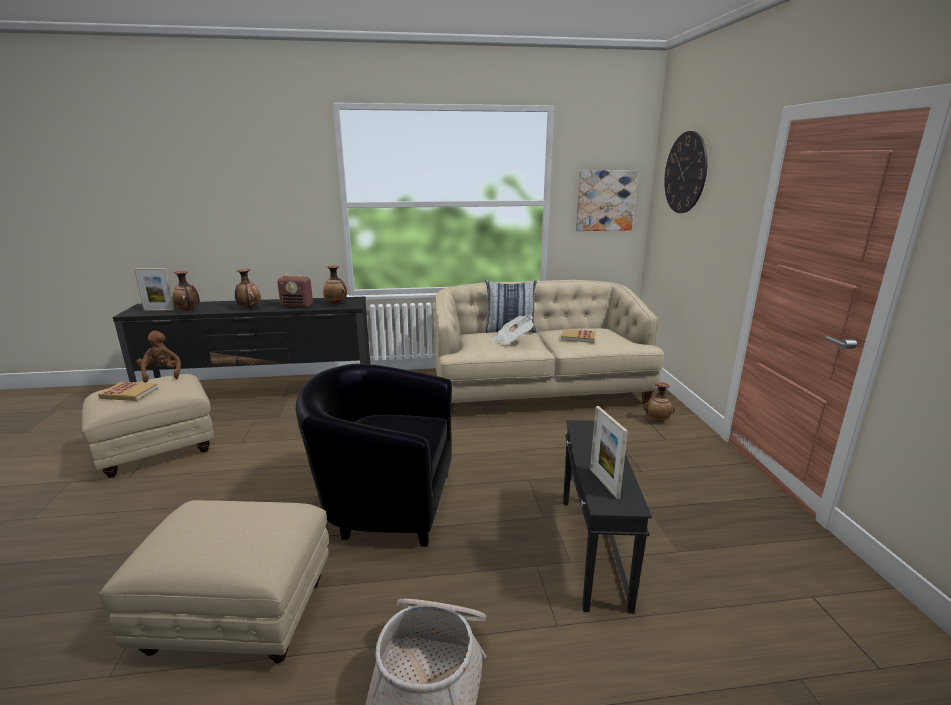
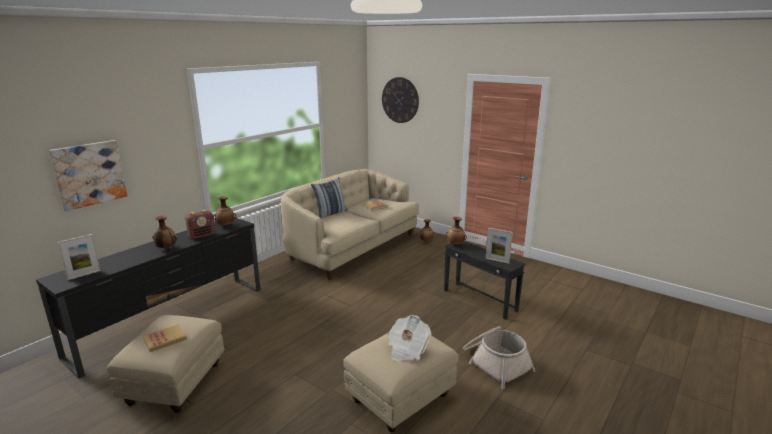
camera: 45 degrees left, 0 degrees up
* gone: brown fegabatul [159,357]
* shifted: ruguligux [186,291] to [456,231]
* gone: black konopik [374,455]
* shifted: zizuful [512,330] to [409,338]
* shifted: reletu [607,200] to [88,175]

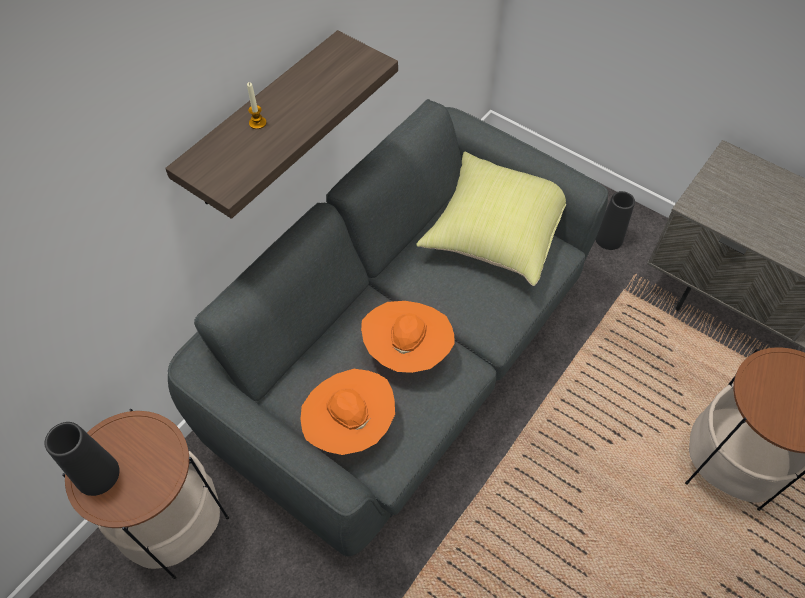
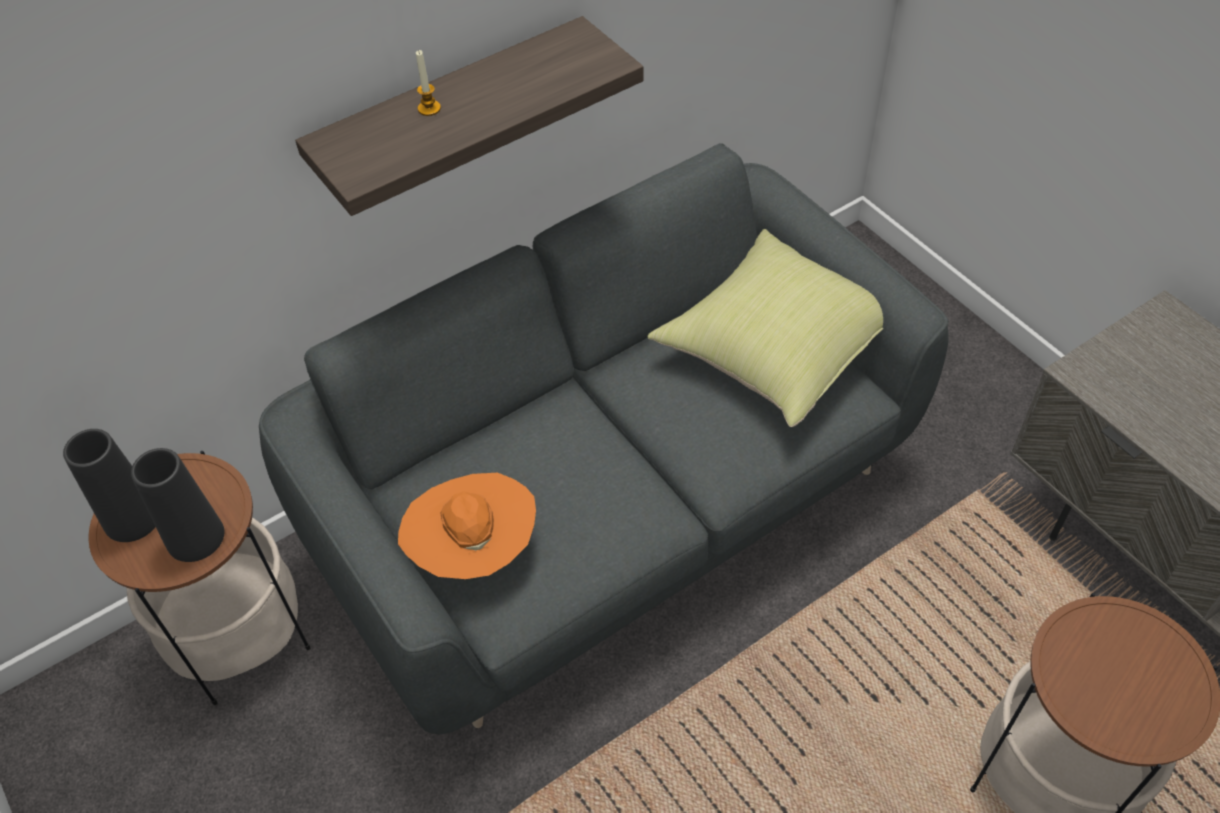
camera: 20 degrees right, 5 degrees down
* gone: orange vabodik [407,337]
* shifted: black ruguligux [615,220] to [177,505]

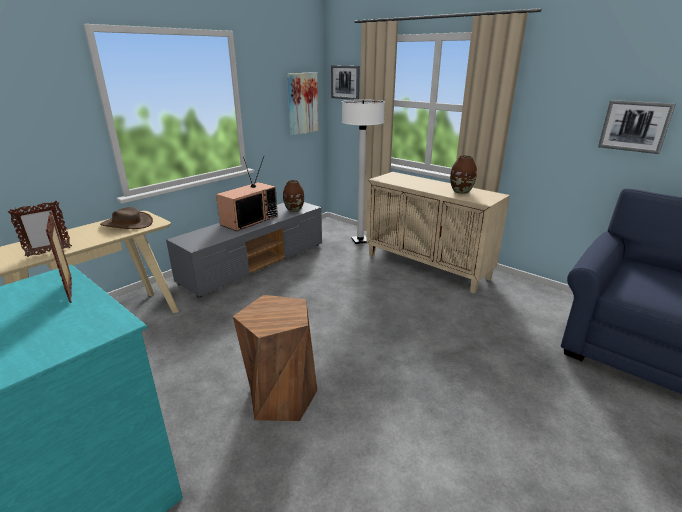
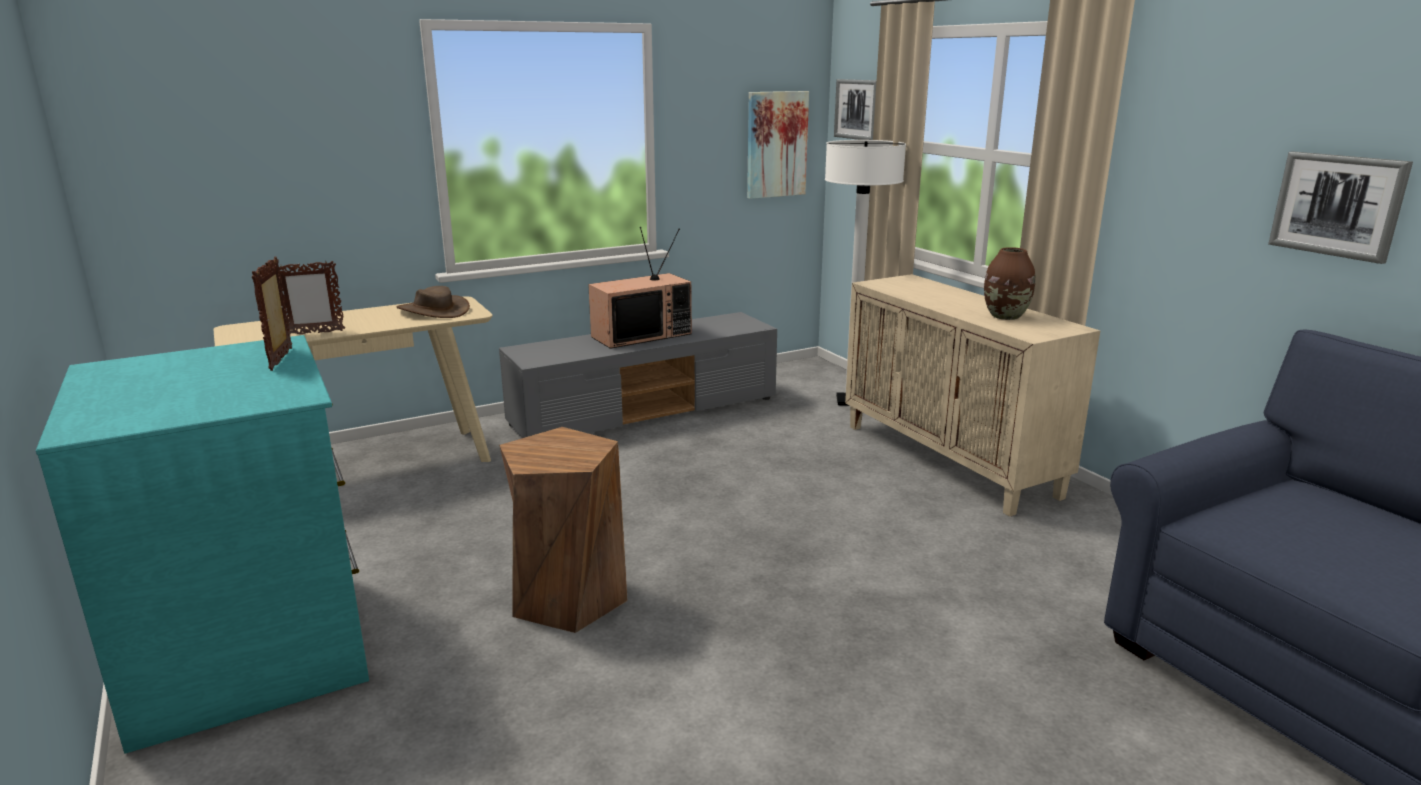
camera: 20 degrees right, 5 degrees down
* gone: brown ruguligux [293,196]

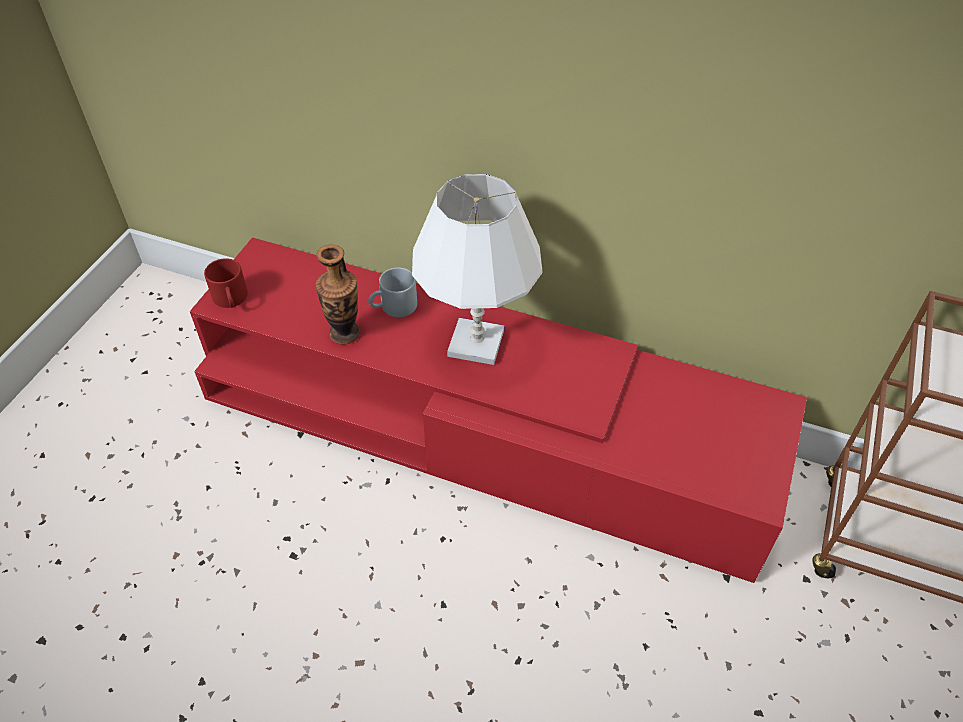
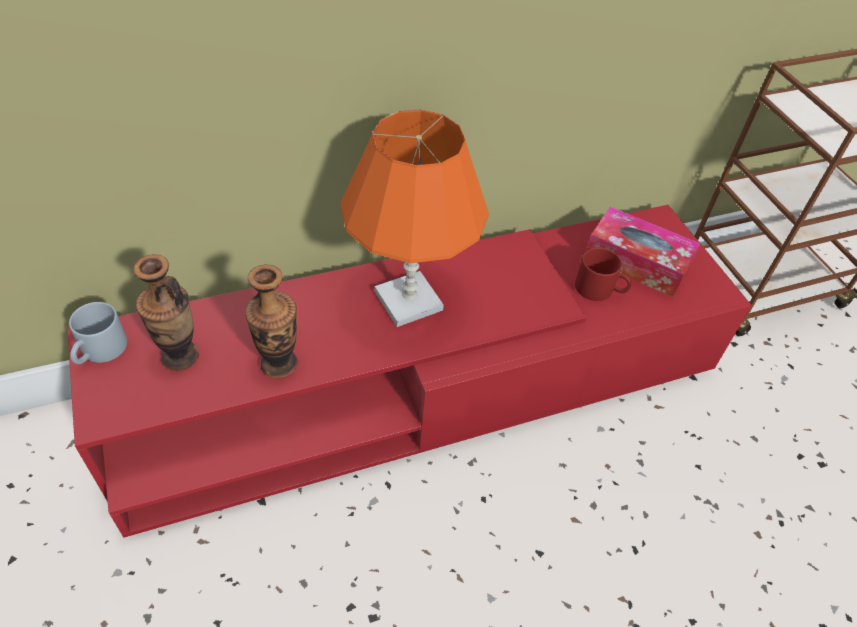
camera: 45 degrees left, 0 degrees up
* shifted: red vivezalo [226,283] to [603,274]
* shifted: grey vivezalo [392,292] to [98,333]
* repainted: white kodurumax [477,269] to orange kodurumax [414,218]
* new: ruguligux [166,312]
* new: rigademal [643,252]

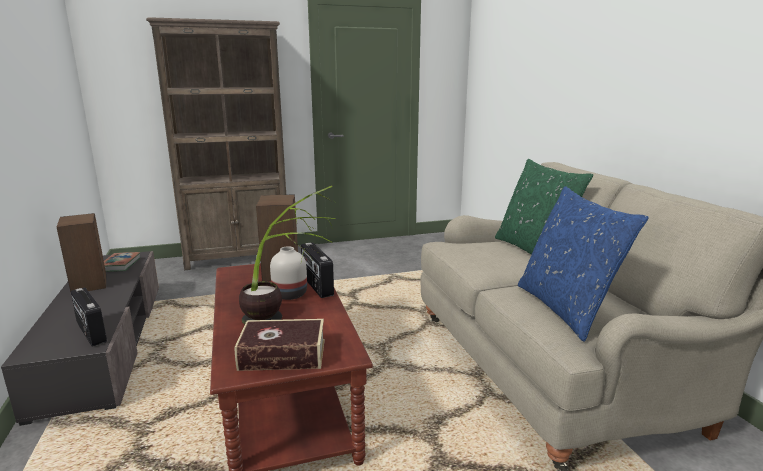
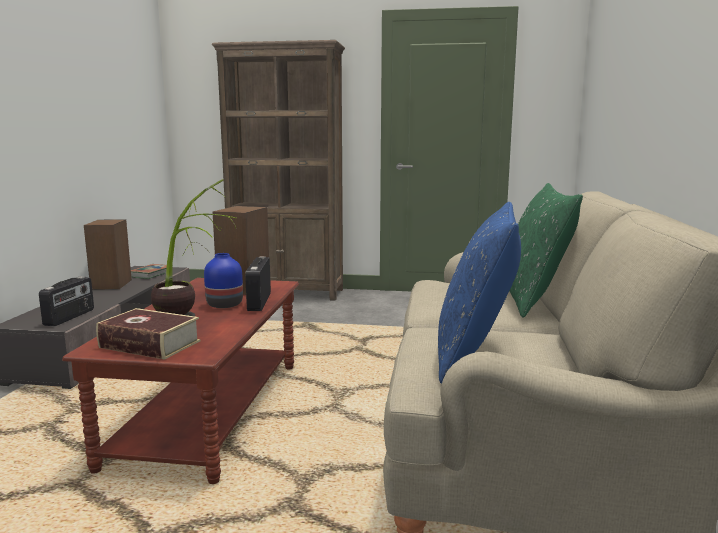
camera: 25 degrees right, 5 degrees down
* rotated: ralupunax [89,317] = [66,301] 150 degrees counterclockwise
* repainted: white ruguligux [288,273] to blue ruguligux [223,280]

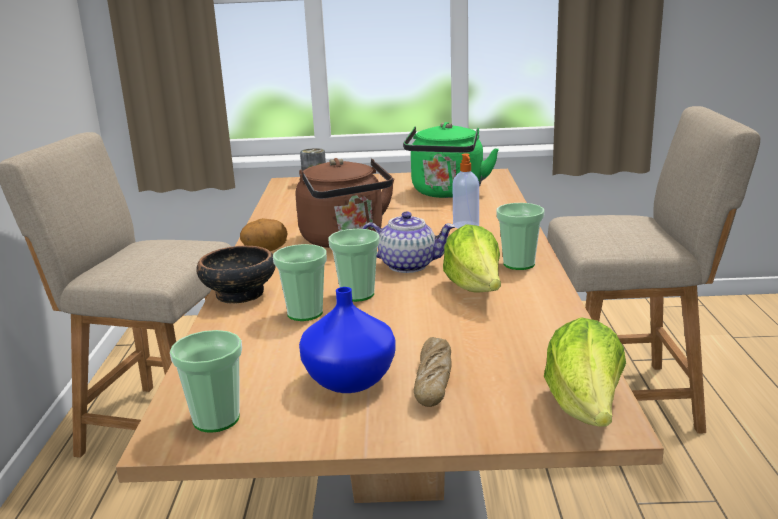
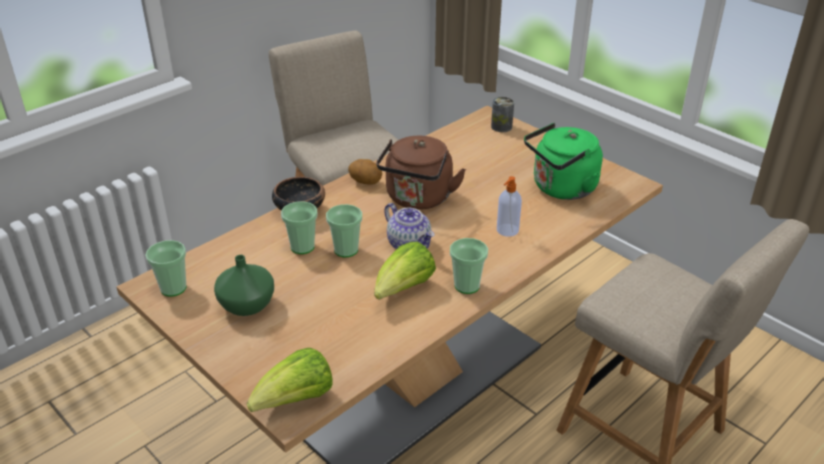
camera: 45 degrees right, 15 degrees up
* repainted: blue ruguligux [347,340] to green ruguligux [244,285]
* gone: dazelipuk [432,372]

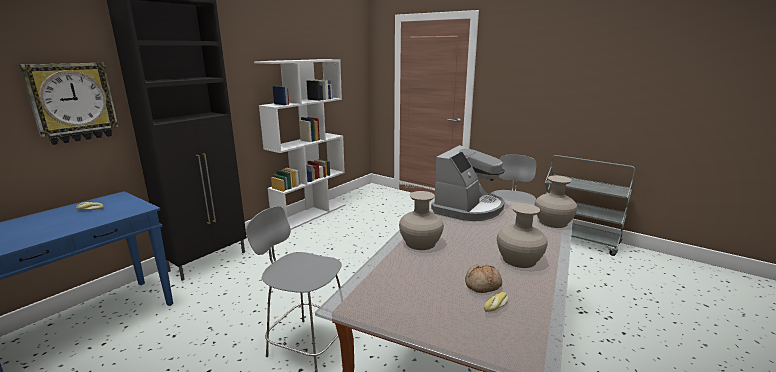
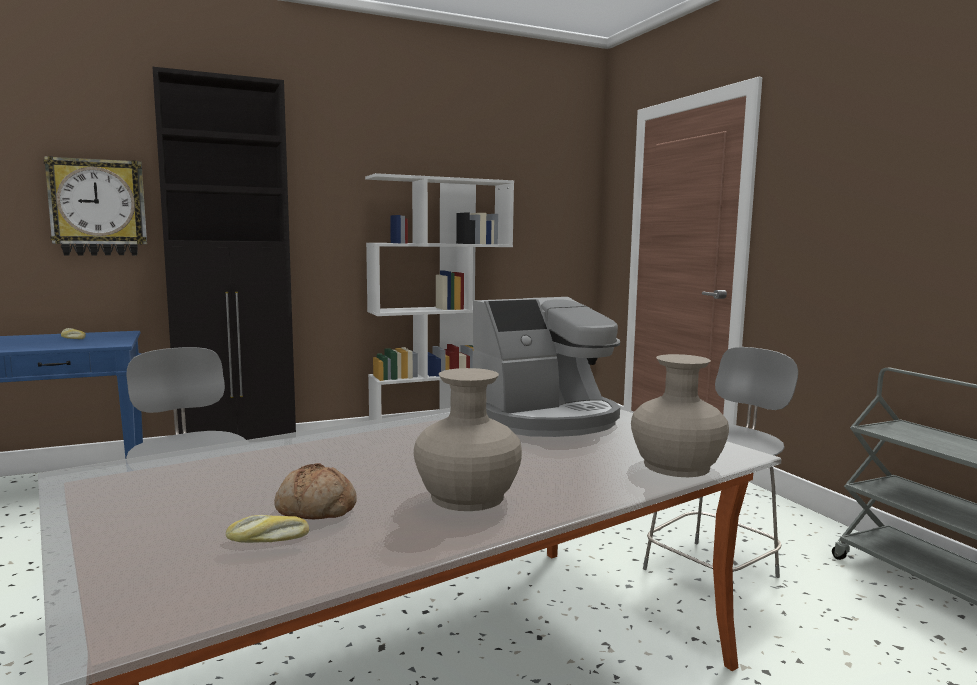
camera: 30 degrees right, 10 degrees down
* gone: beige ruguligux [421,220]

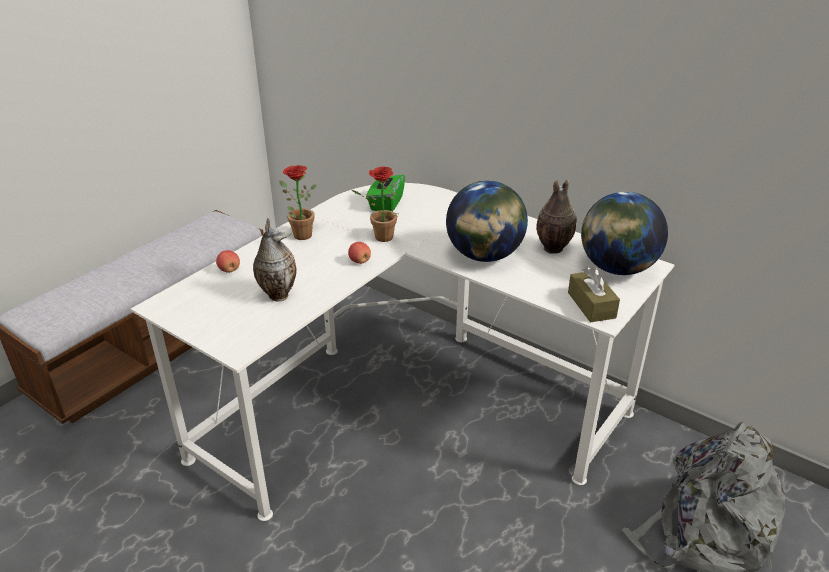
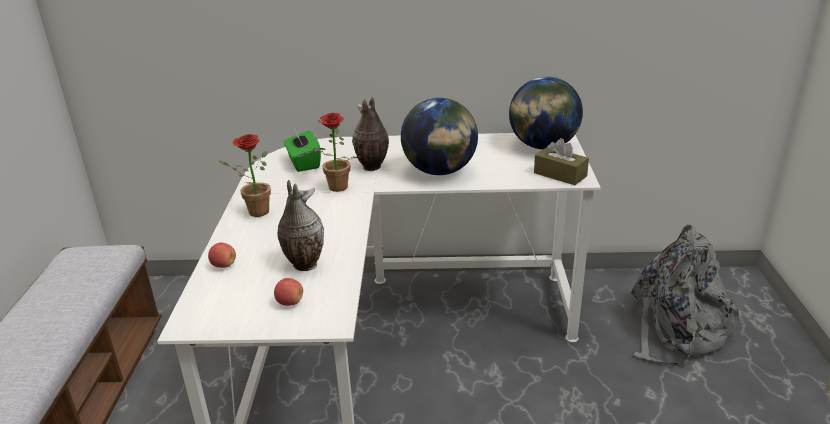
camera: 35 degrees left, 5 degrees down
* shifted: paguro [359,253] to [288,292]
* shifted: ruguligux [556,216] to [370,134]

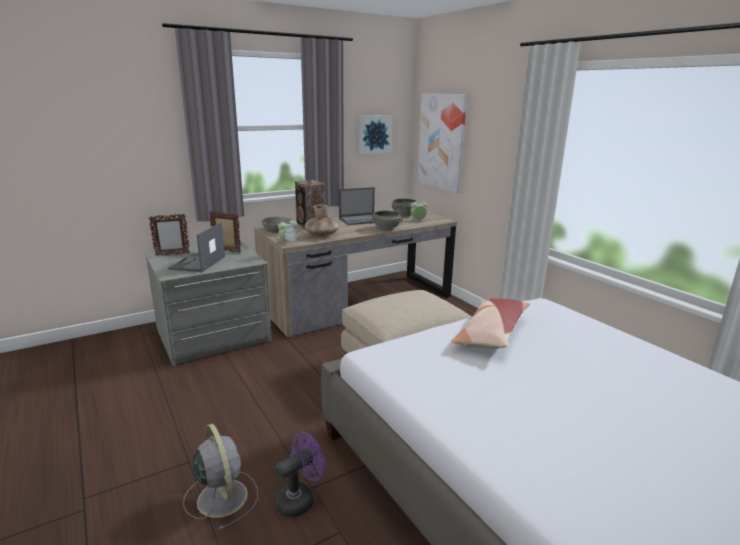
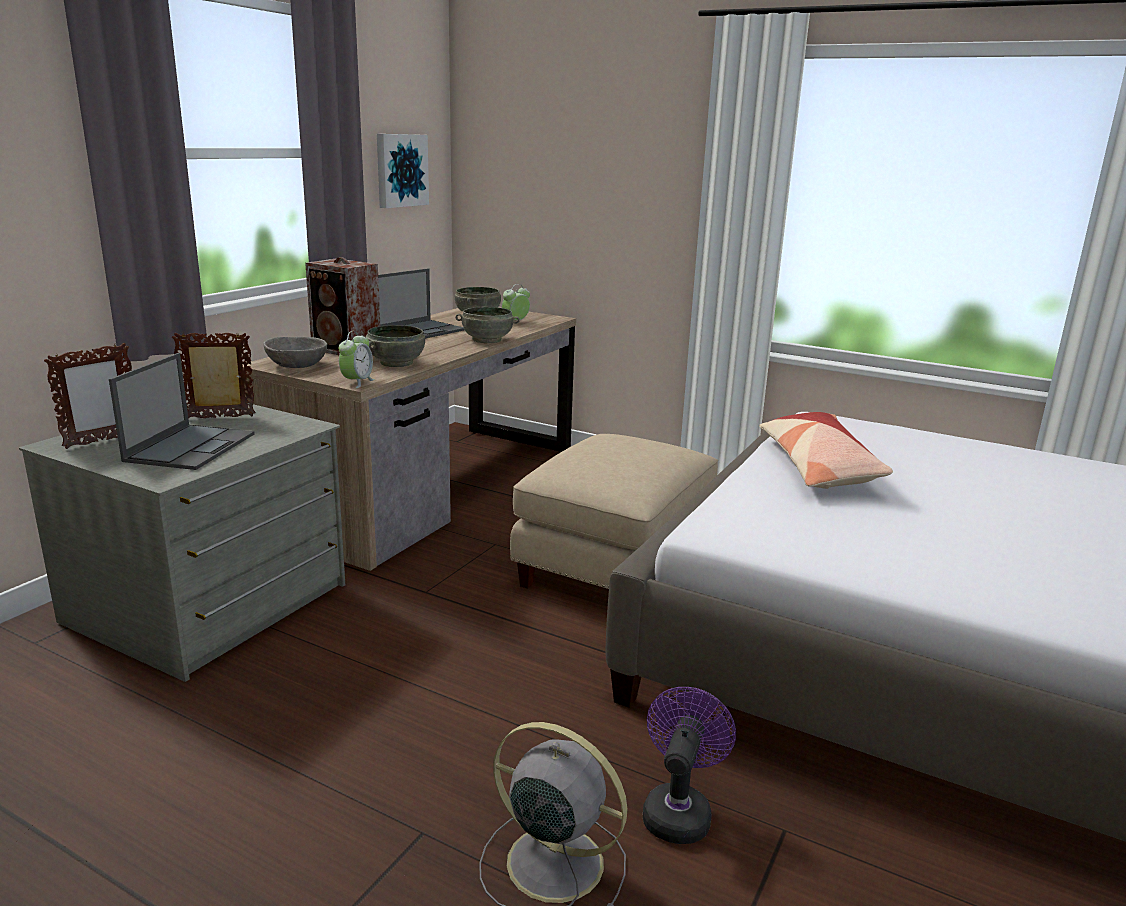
camera: 30 degrees left, 0 degrees up
* rotated: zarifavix [196,247] = [182,411] 150 degrees counterclockwise
* swapped: brown ruguligux [322,220] to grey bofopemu [395,346]
* gone: reletu [442,143]

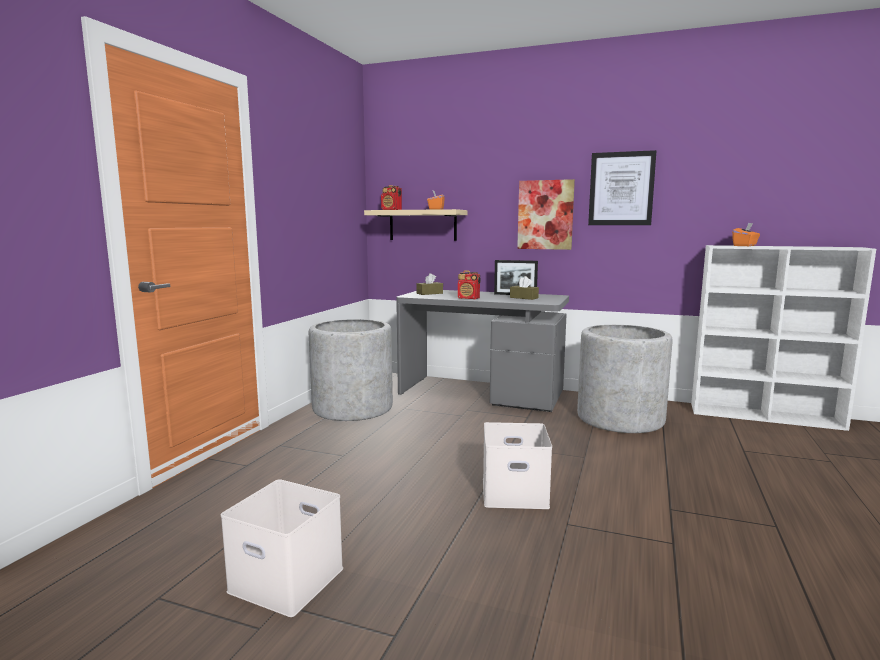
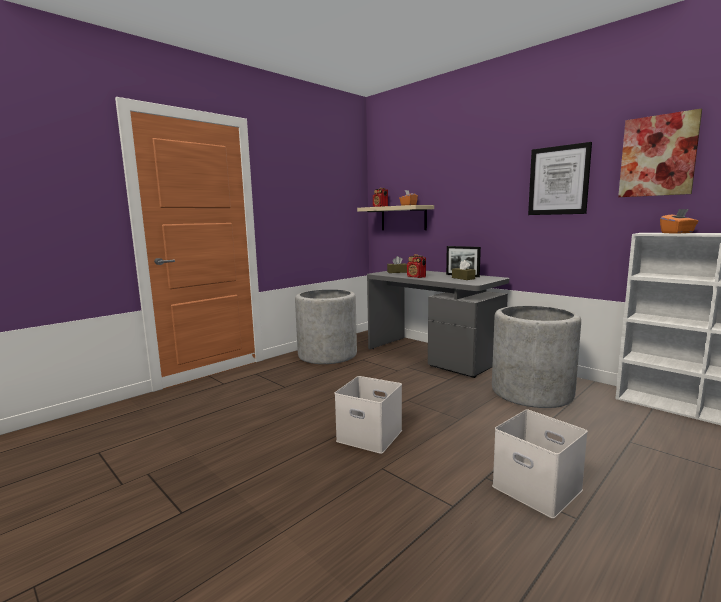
camera: 25 degrees right, 0 degrees up
* shifted: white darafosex [282,548] to [540,464]
* shifted: reletu [546,214] to [660,152]

